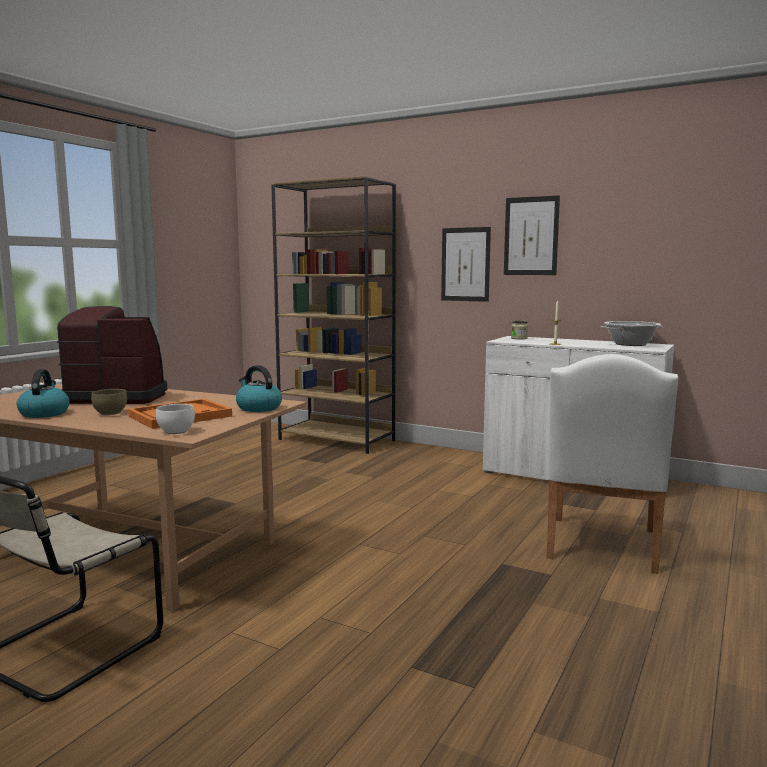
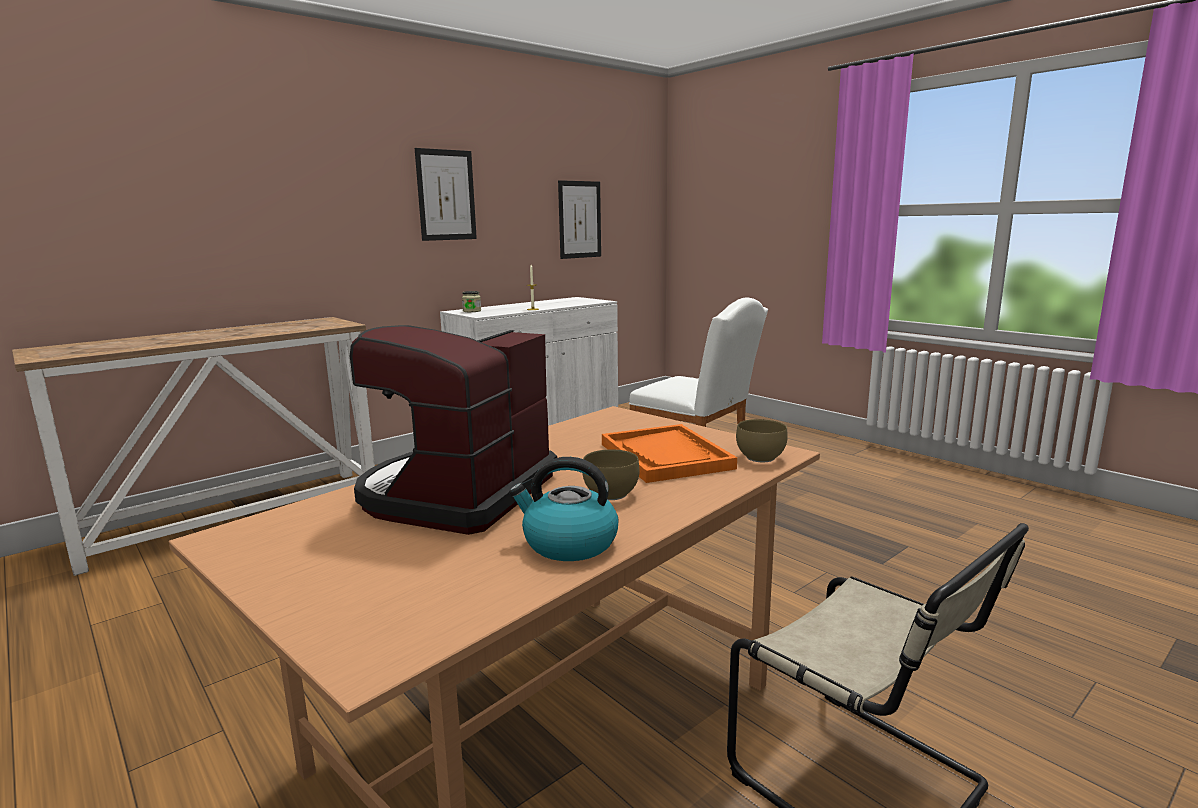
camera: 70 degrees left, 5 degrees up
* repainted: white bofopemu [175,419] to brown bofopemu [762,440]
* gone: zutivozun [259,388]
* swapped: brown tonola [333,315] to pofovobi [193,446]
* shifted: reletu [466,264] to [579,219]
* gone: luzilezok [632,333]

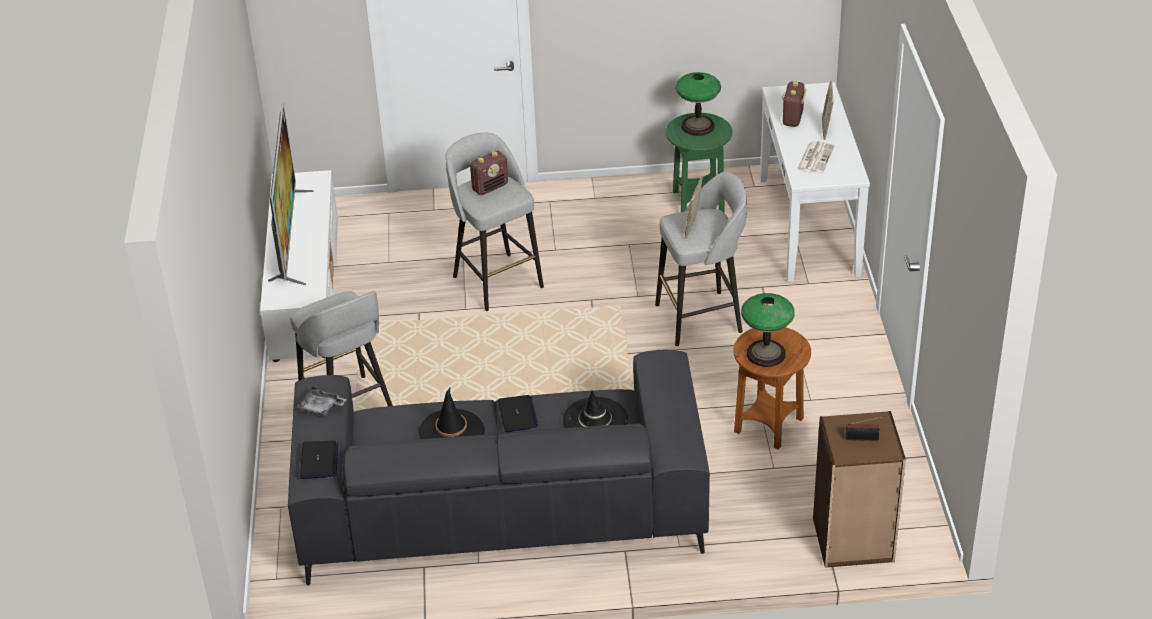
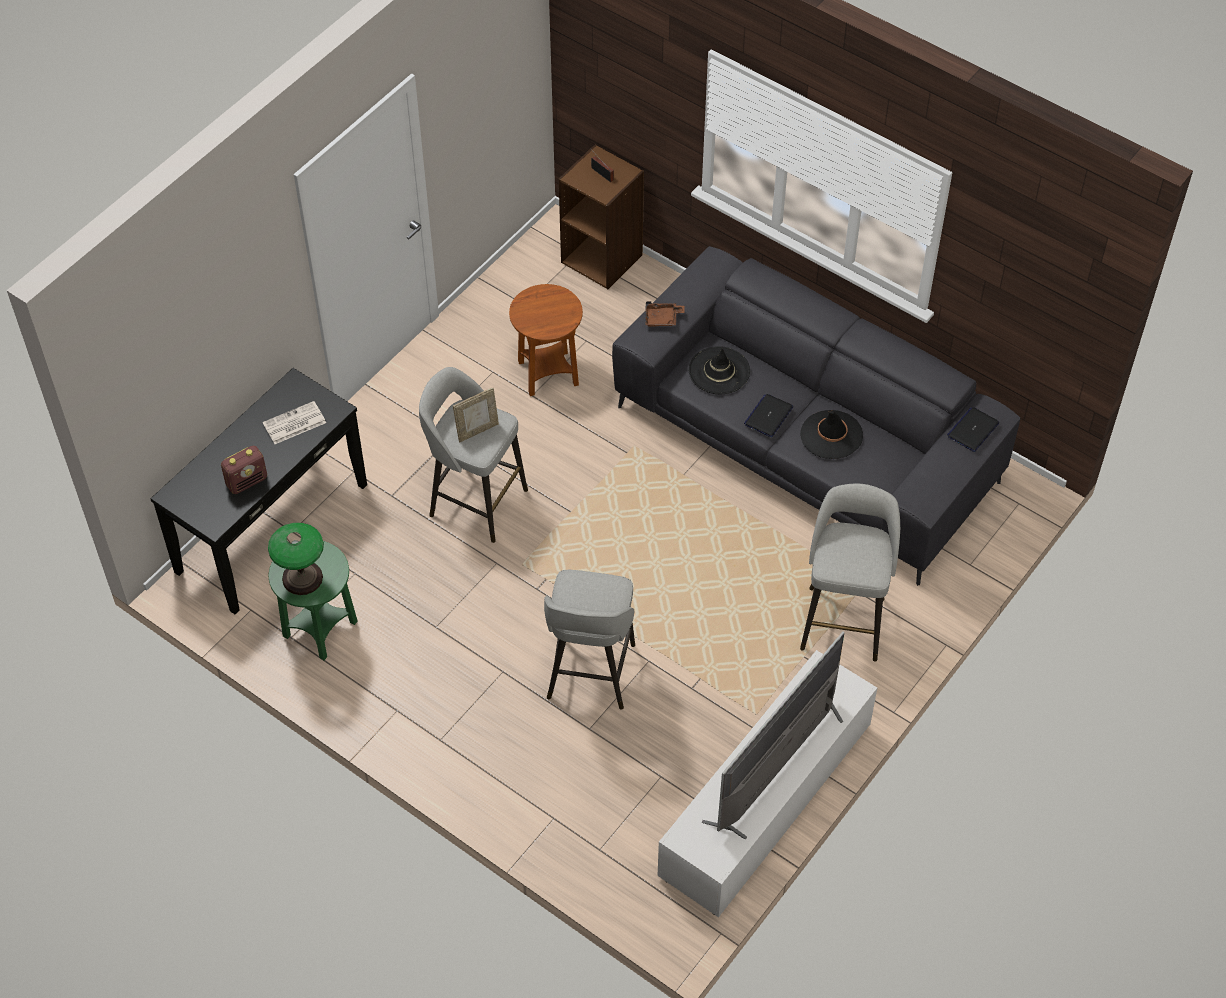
camera: 140 degrees left, 15 degrees up
* gone: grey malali [321,401]
* gone: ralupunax [489,173]
* gone: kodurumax [768,330]
* repainted: white pofovobi [815,182] to black pofovobi [259,491]
* gone: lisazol [828,110]
* new: brown malali [665,314]

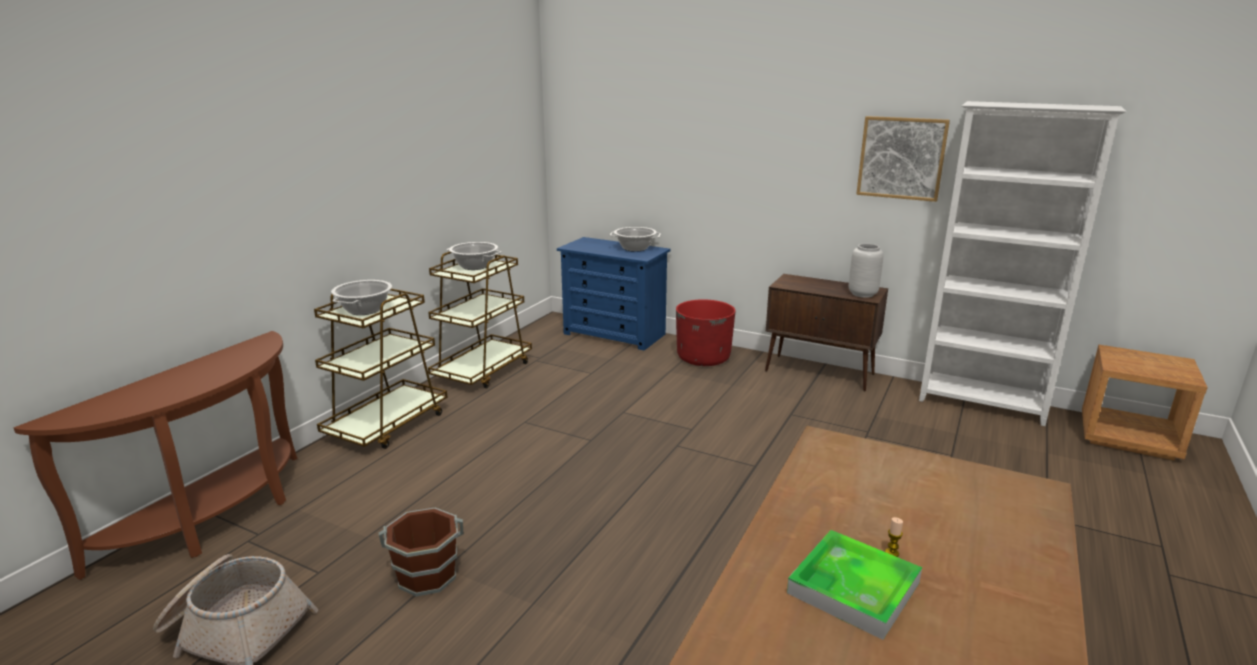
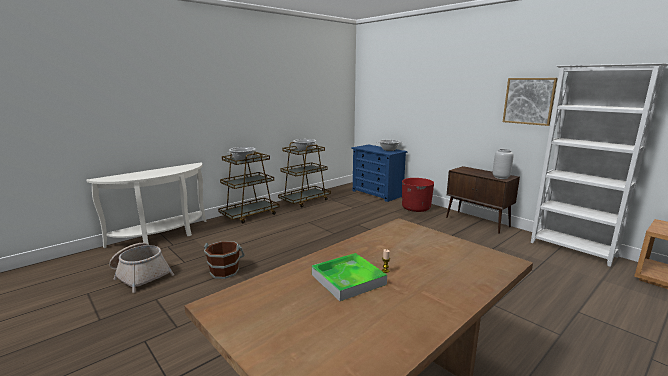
camera: 20 degrees right, 5 degrees down
* repainted: brown pofovobi [155,455] to white pofovobi [146,205]

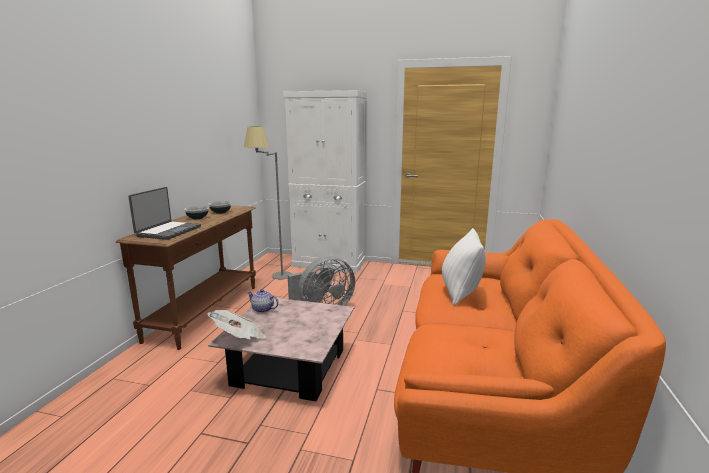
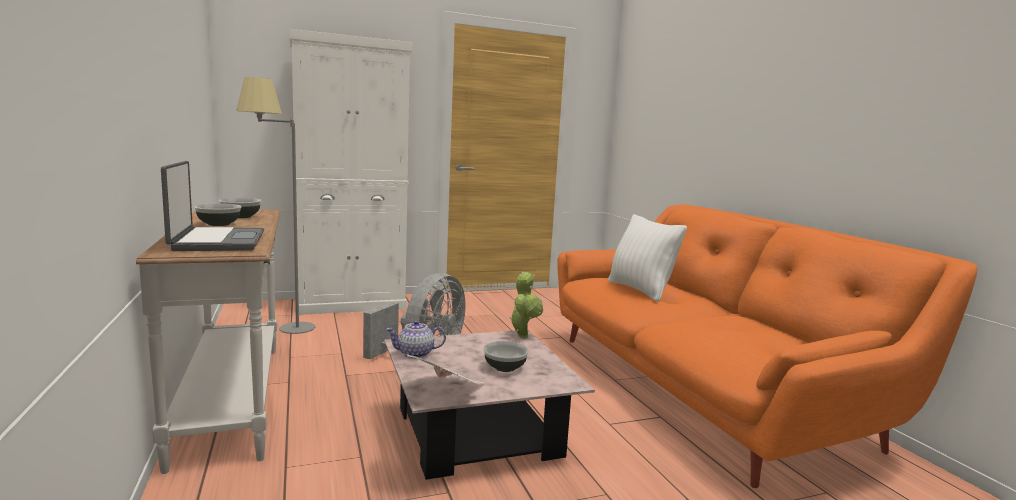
camera: 35 degrees left, 5 degrees down
* repainted: brown pofovobi [186,277] to white pofovobi [208,341]
* new: bofopemu [506,356]
* new: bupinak [526,305]

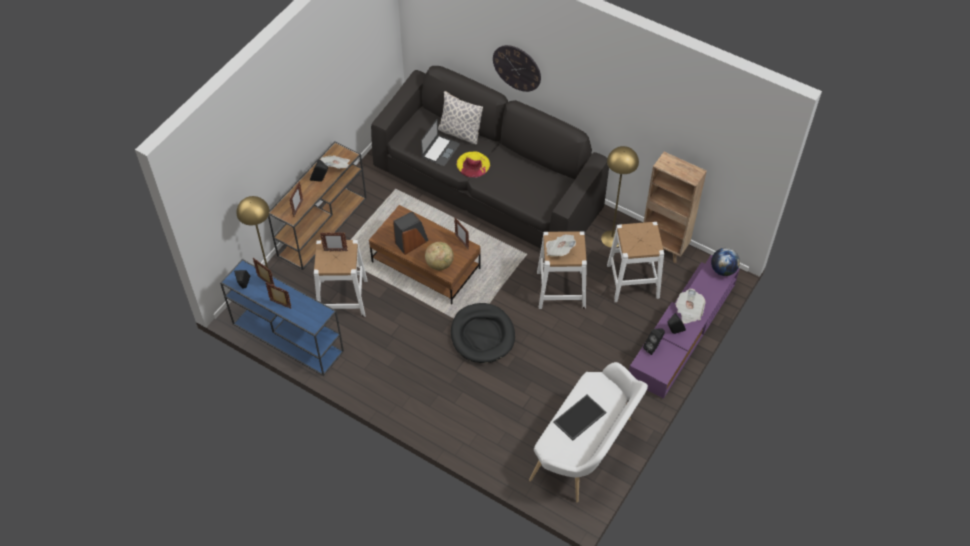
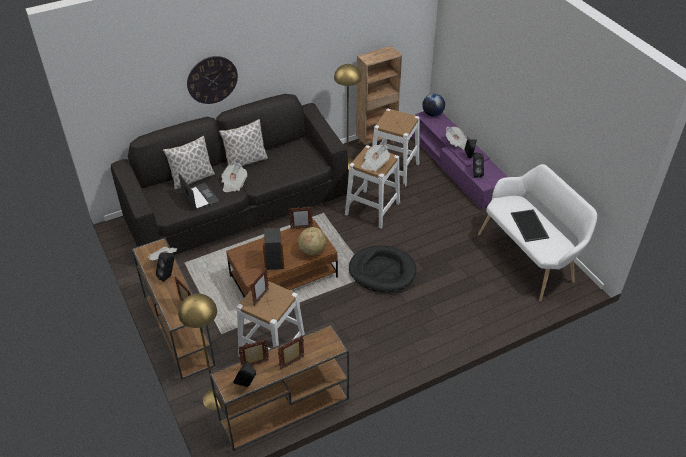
camera: 60 degrees left, 10 degrees down
* repainted: blue pofovobi [282,317] to brown pofovobi [279,387]
* swapped: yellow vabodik [473,164] to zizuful [234,177]
* new: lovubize [243,143]

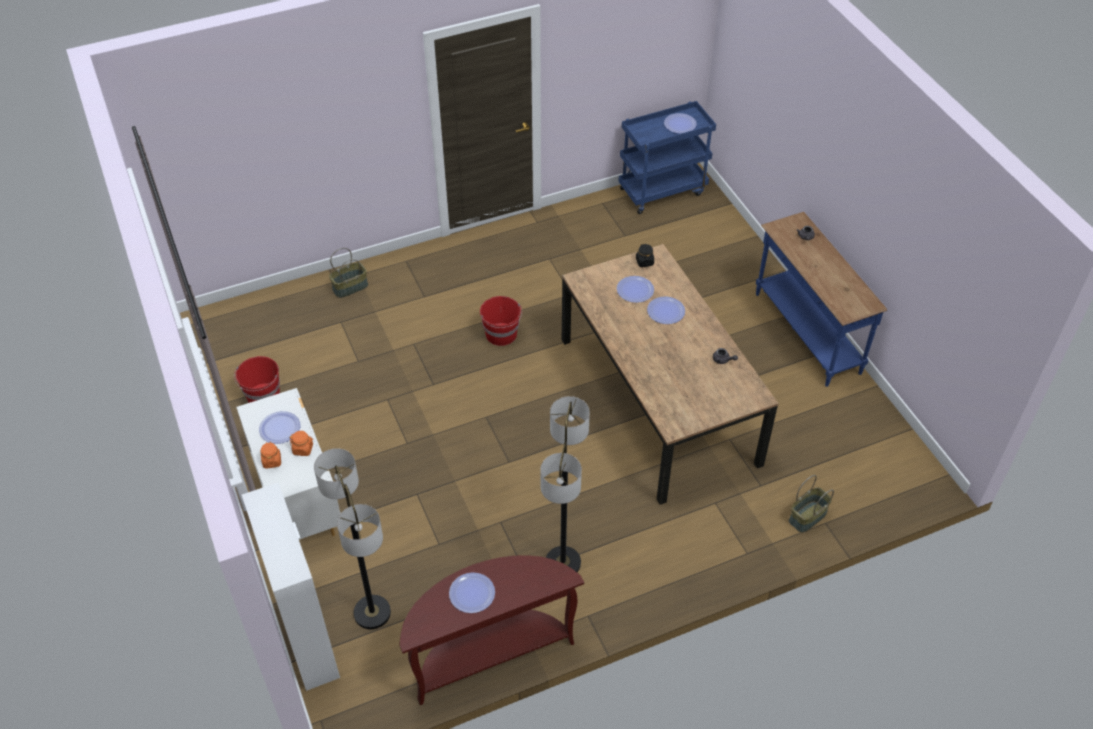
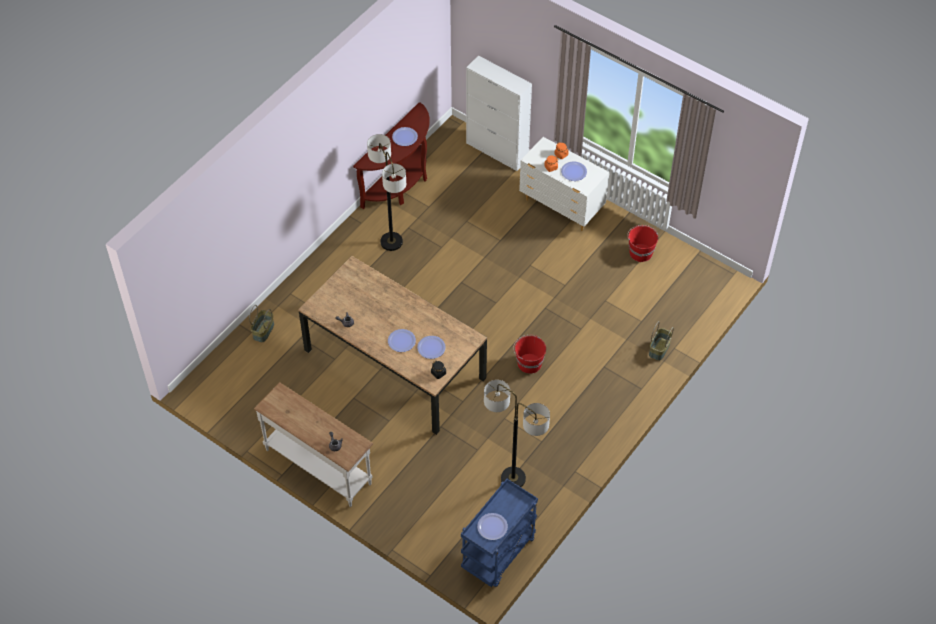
camera: 150 degrees right, 5 degrees up
* shifted: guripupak [352,538] to [517,433]
* repainted: blue pofovobi [821,299] to white pofovobi [314,444]

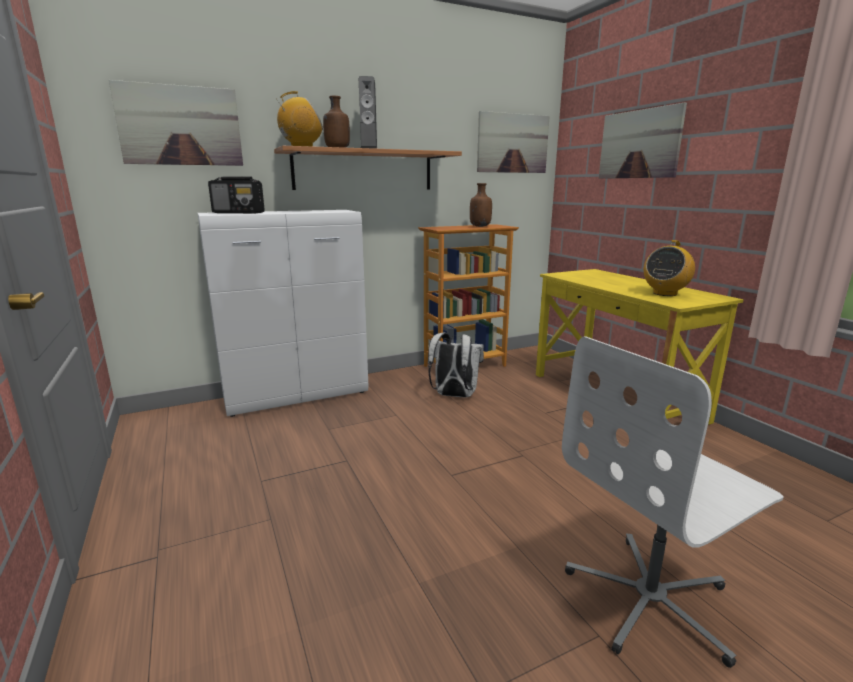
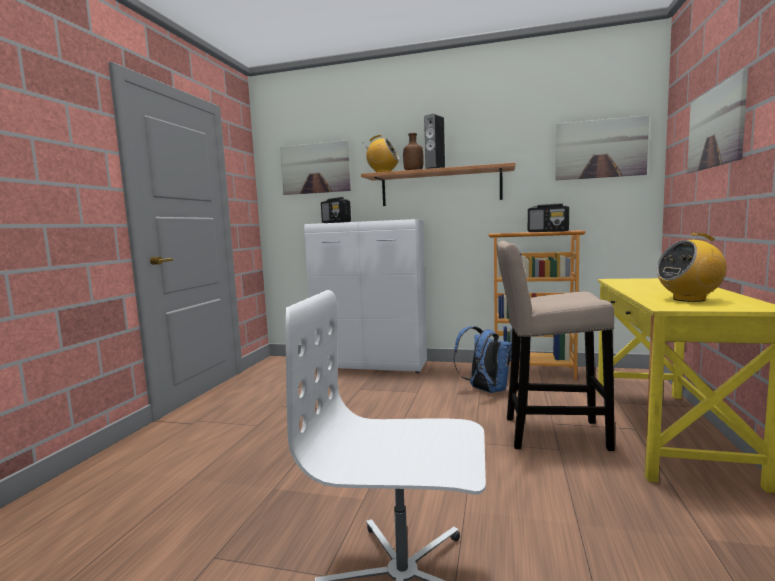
camera: 40 degrees right, 10 degrees down
* repainted: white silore [456,365] to blue silore [483,359]
* swapped: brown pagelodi [481,205] to ralupunax [548,217]
* new: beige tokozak [556,346]

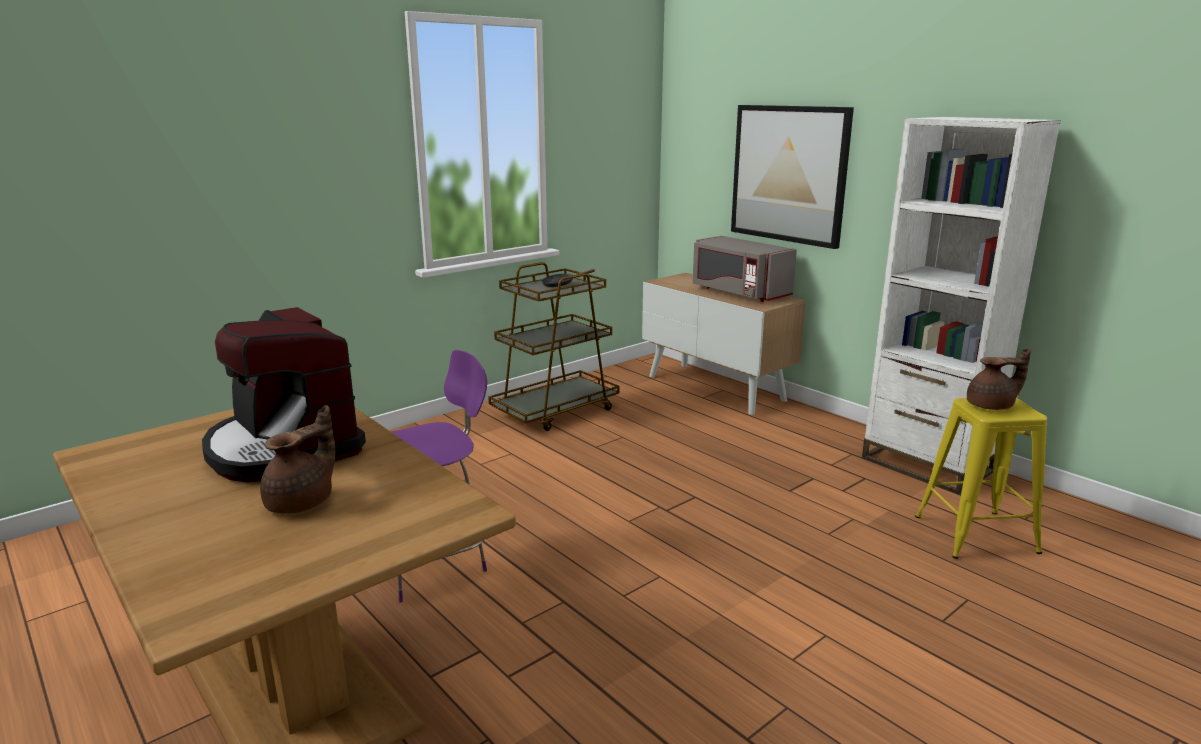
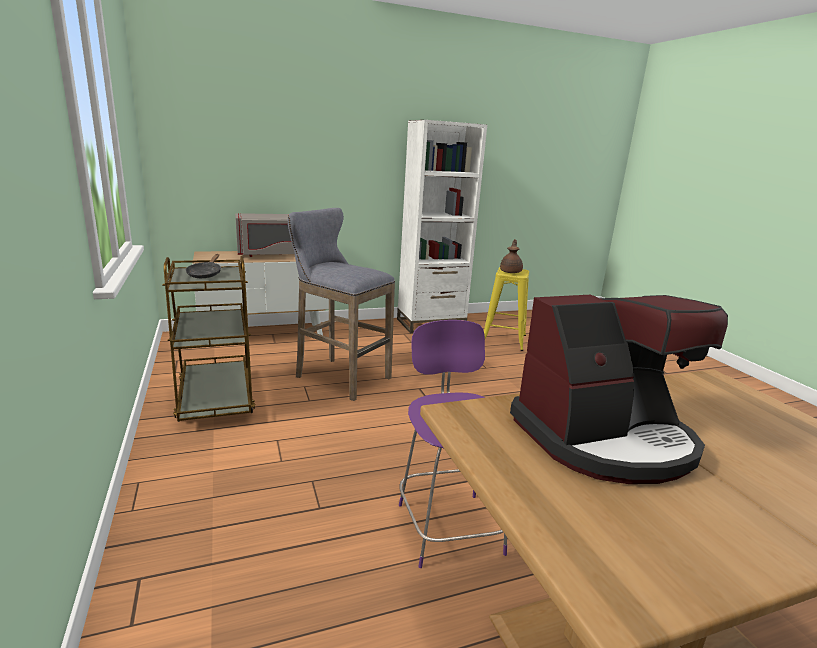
camera: 70 degrees left, 0 degrees up
* gone: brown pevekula [297,459]
* gone: reletu [792,177]
* new: grey tokozak [341,304]

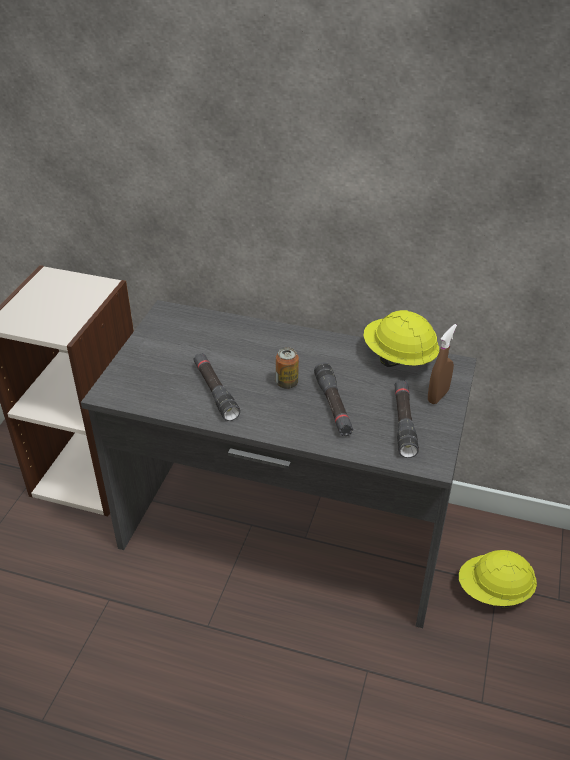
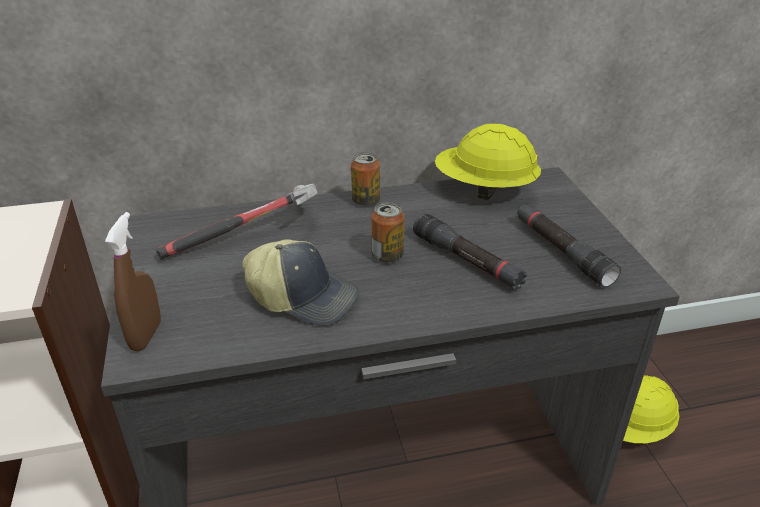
camera: 30 degrees left, 5 degrees down
* swapped: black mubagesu [216,387] to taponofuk [301,282]
* shifted: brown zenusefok [442,364] to [133,281]
* new: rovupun [237,222]
* new: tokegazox [365,179]

